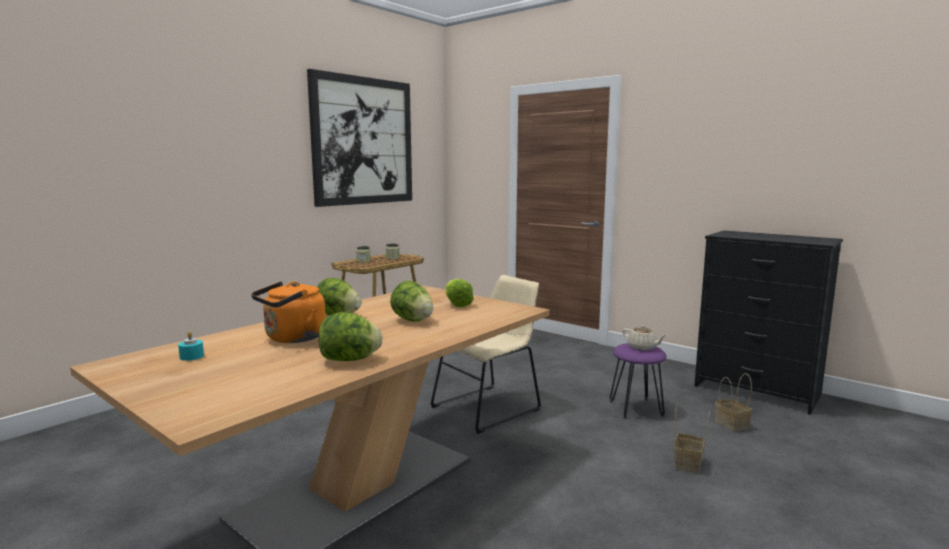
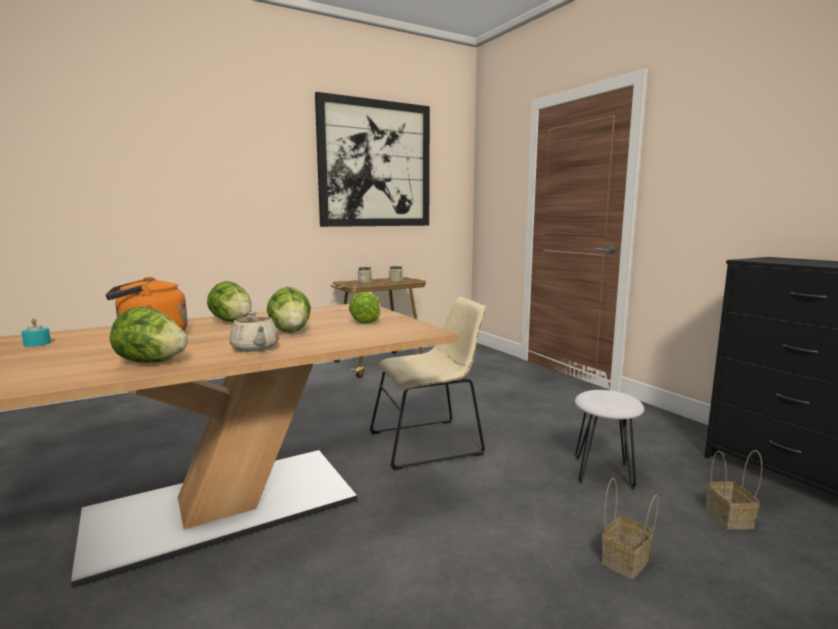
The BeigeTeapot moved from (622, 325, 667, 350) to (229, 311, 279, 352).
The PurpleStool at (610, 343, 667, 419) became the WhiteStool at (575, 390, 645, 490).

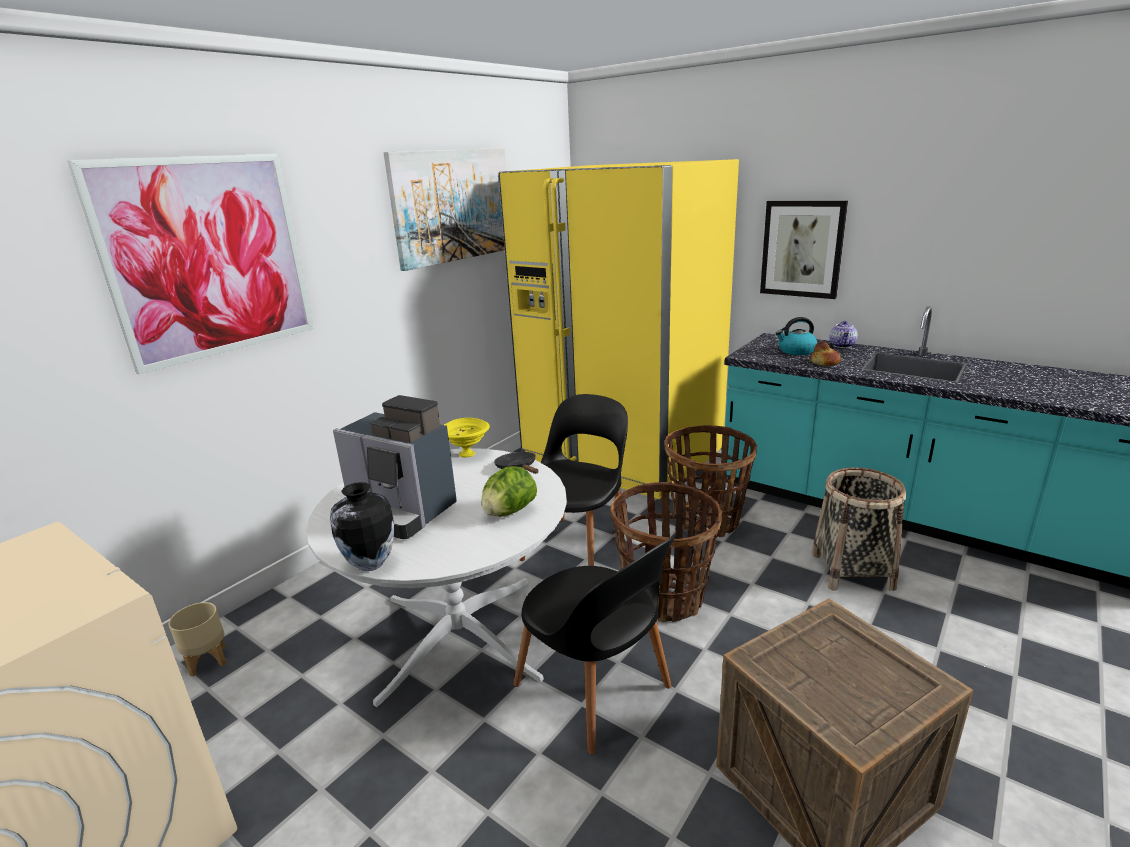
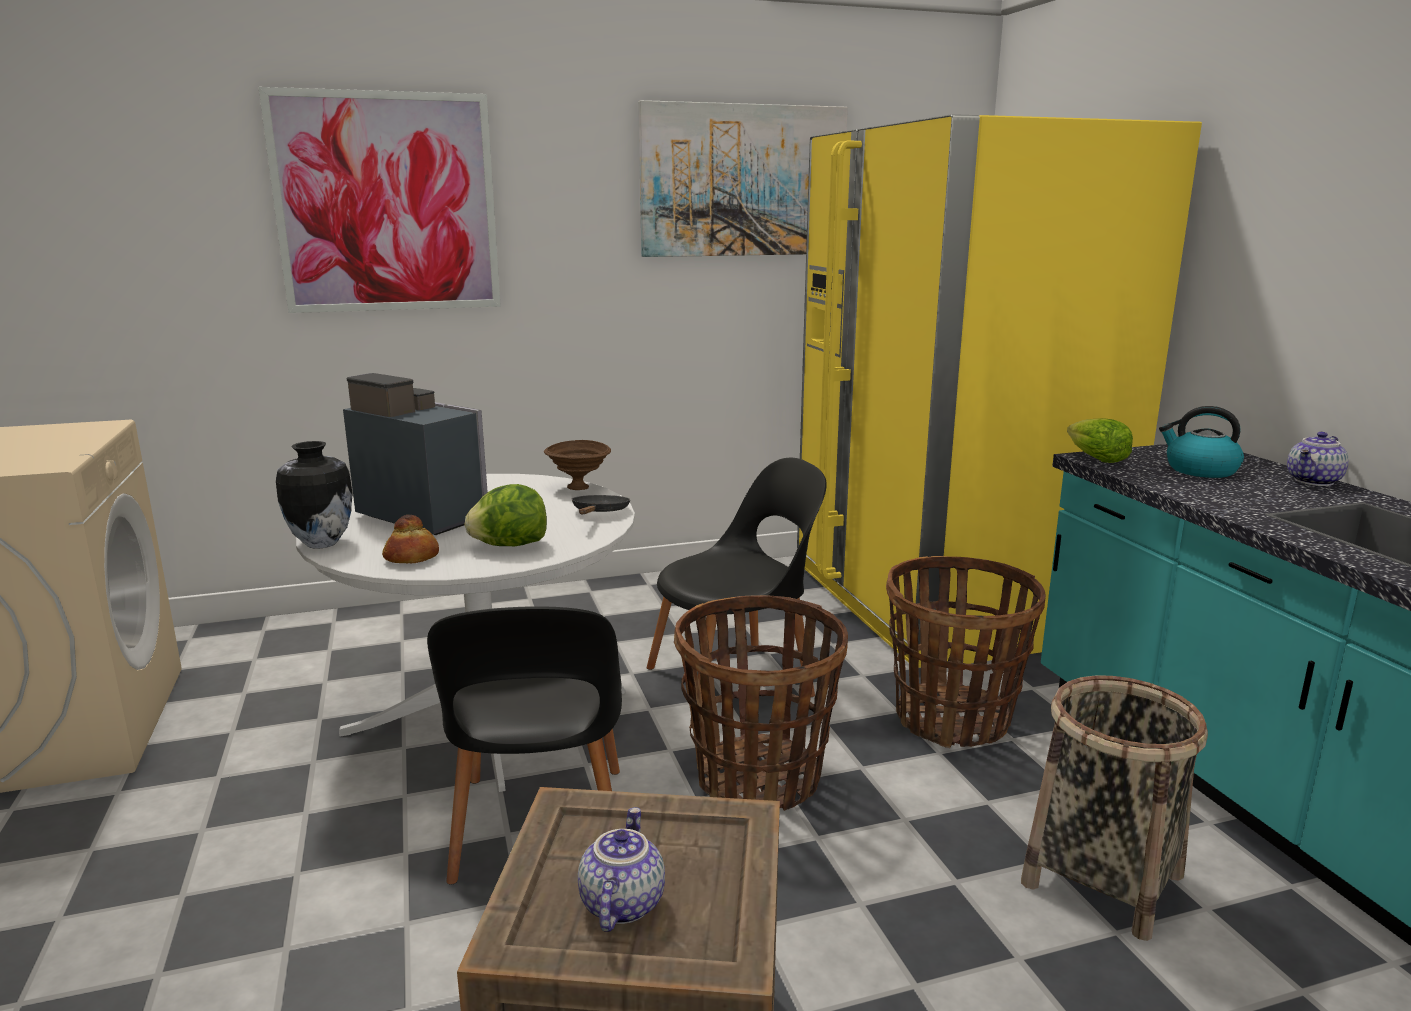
The Picture at (760, 200, 848, 299) disappeared.
The Bread moved from (811, 341, 841, 366) to (382, 515, 439, 563).
The CoffeeMachine at (333, 395, 457, 539) turned 150 degrees clockwise.
The YellowBowl at (444, 418, 490, 458) became the BrownBowl at (544, 440, 611, 490).
The BeigePlanter at (169, 602, 226, 676) disappeared.
The Lettuce at (1067, 418, 1133, 463) appeared.
The Teapot at (578, 807, 665, 932) appeared.

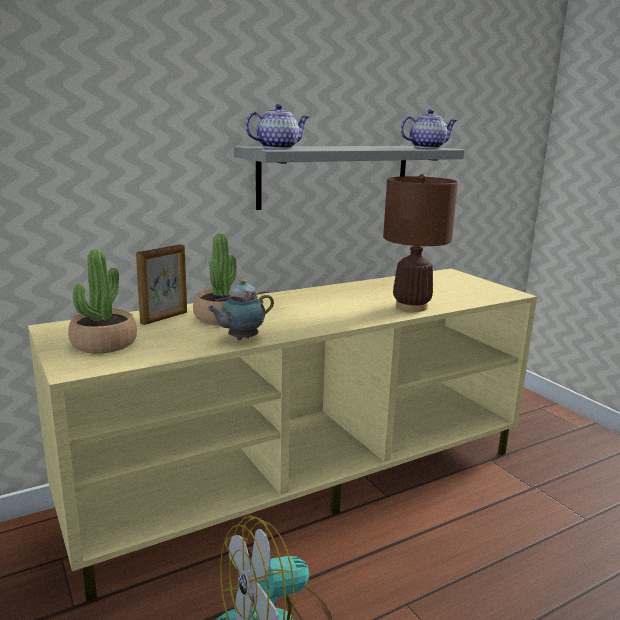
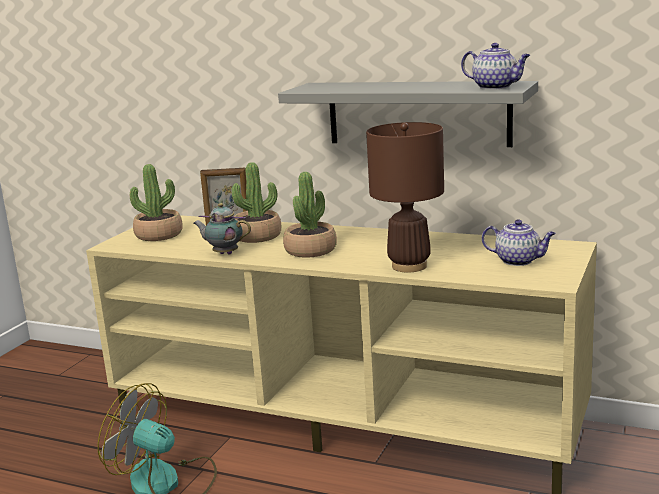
The Teapot moved from (245, 104, 309, 149) to (482, 219, 556, 266).
The PottedPlant at (283, 172, 337, 258) appeared.

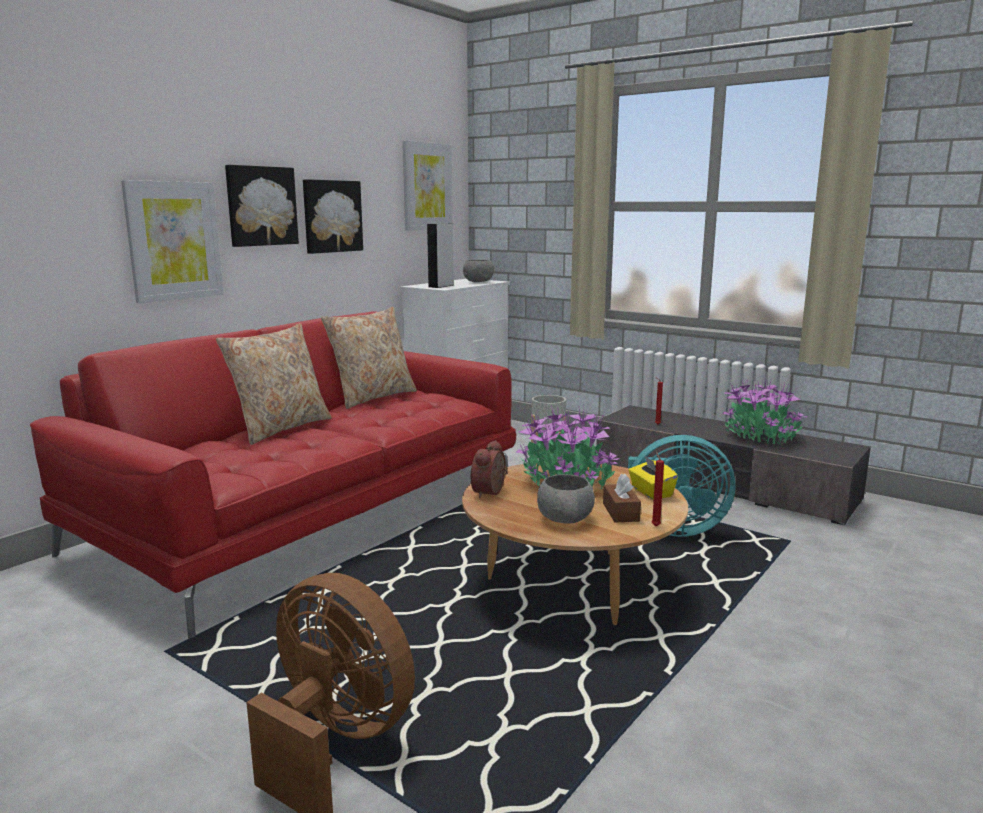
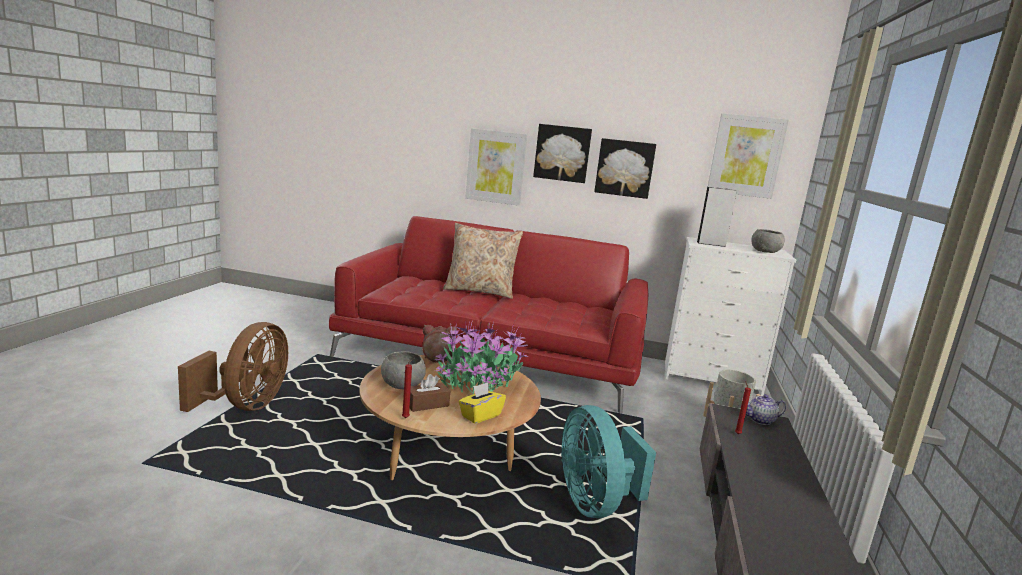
The BeigePillow at (321, 307, 417, 409) disappeared.
The PottedPlant at (723, 377, 808, 444) disappeared.
The Teapot at (746, 394, 786, 425) appeared.

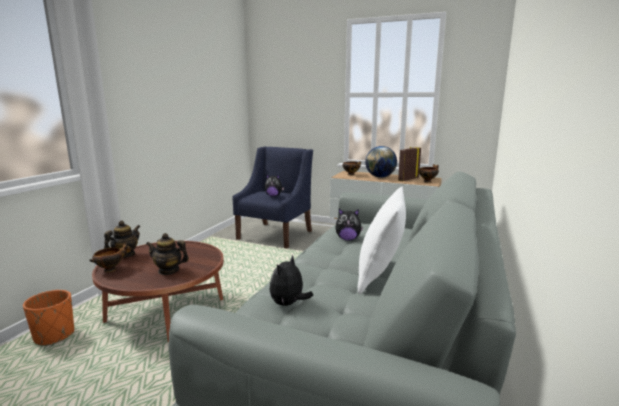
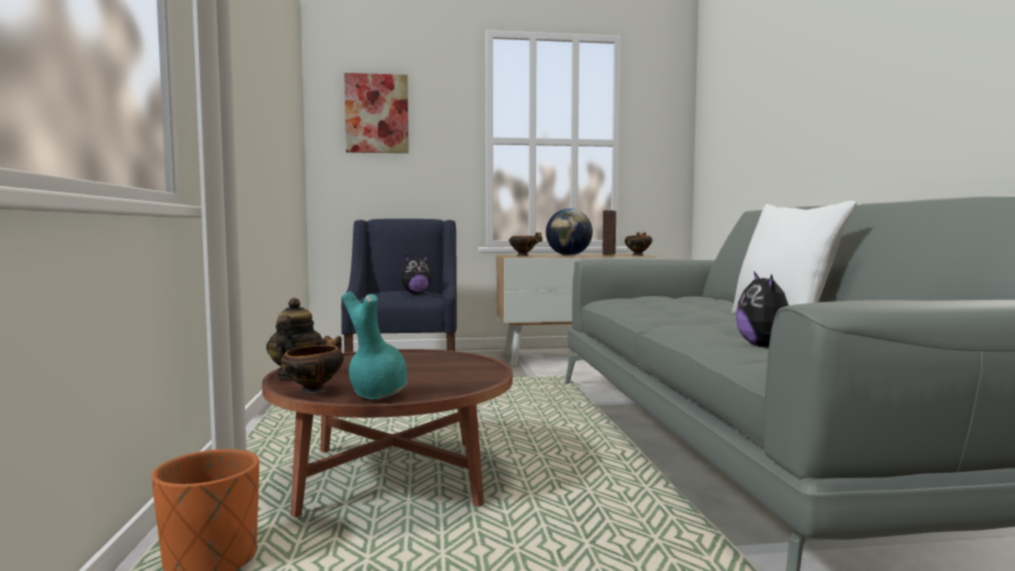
The PlushToy at (335, 209, 363, 241) disappeared.
The Teapot at (146, 233, 189, 275) disappeared.
The Picture at (344, 73, 409, 153) appeared.
The TurquoiseVase at (341, 291, 407, 399) appeared.

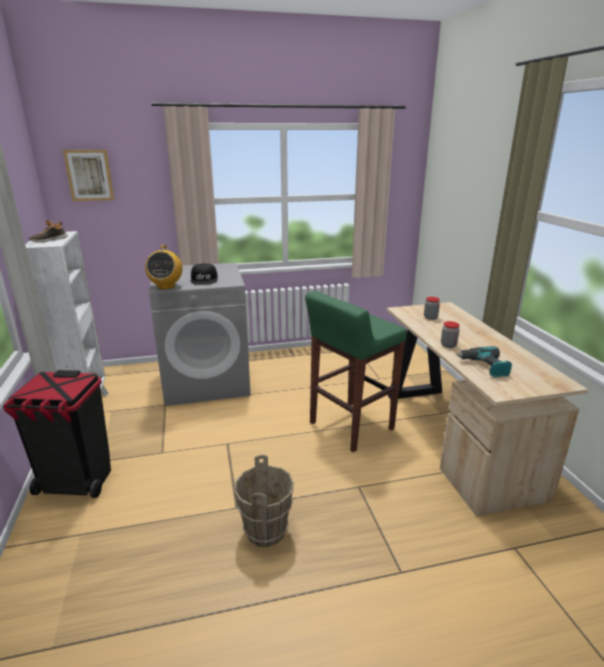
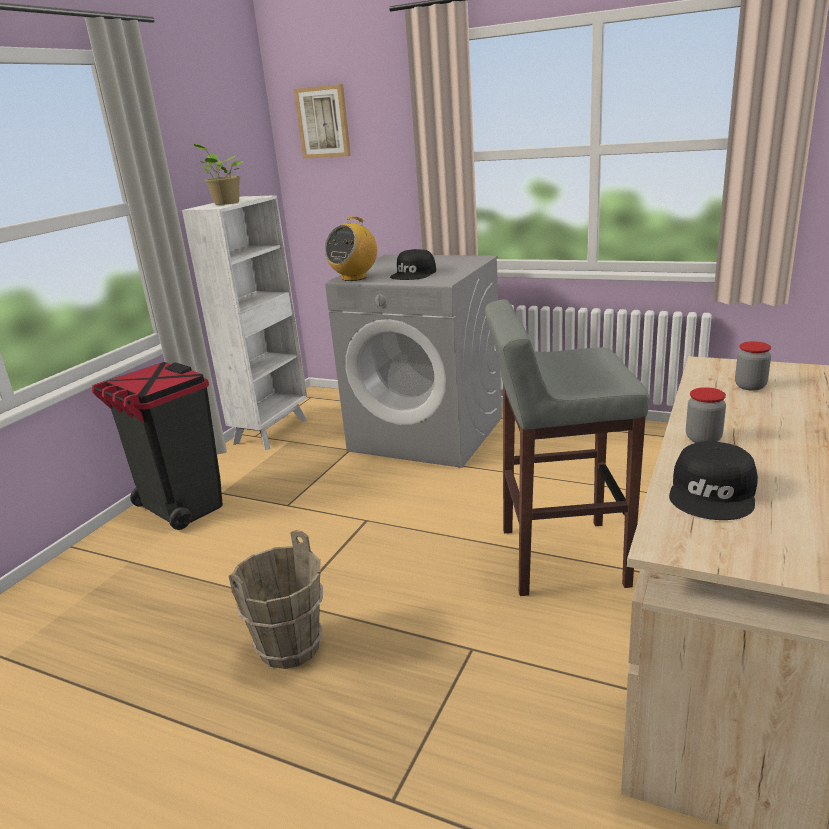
The Shoe at (29, 220, 68, 242) was replaced by the PottedPlant at (194, 144, 245, 205).
The GreenStool at (305, 291, 407, 452) became the GreyStool at (485, 299, 649, 596).
The PowerDrill at (456, 346, 512, 377) was replaced by the BlackCap at (669, 441, 758, 520).

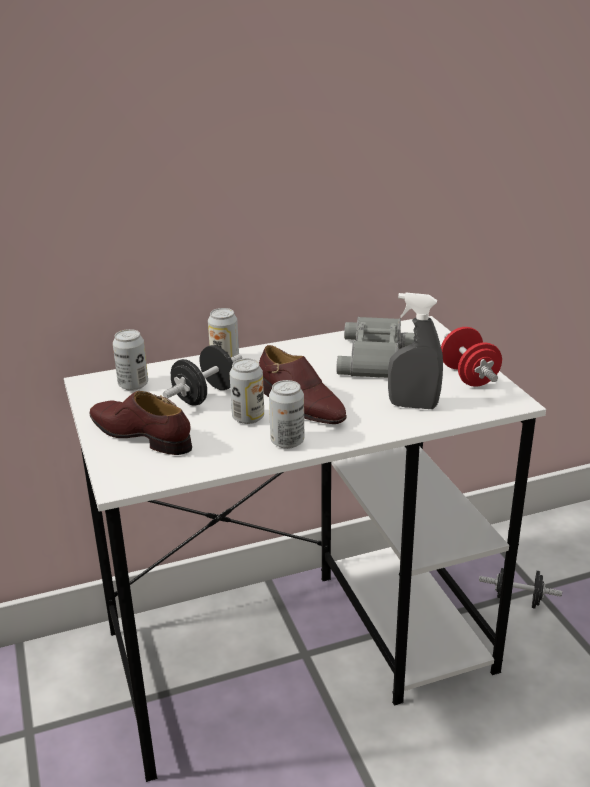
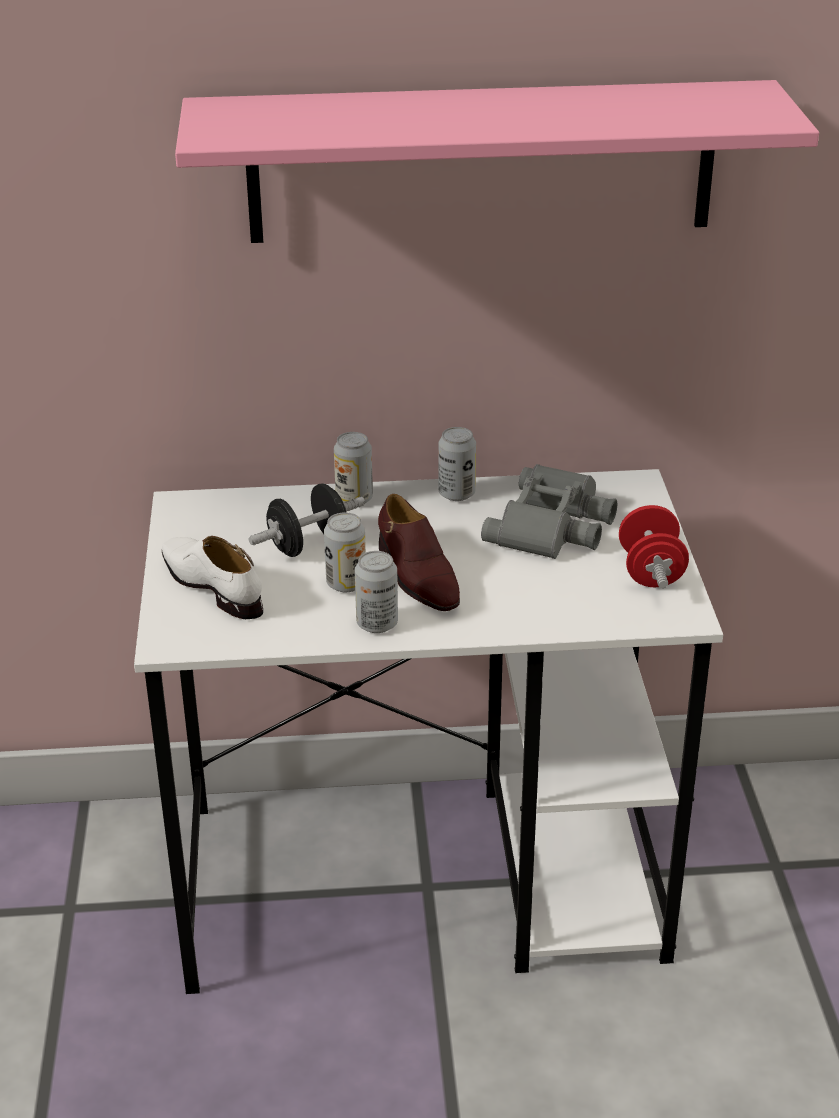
The GreySprayBottle at (388, 293, 443, 409) disappeared.
The Can moved from (113, 329, 148, 391) to (438, 427, 476, 501).
The BrownShoe at (90, 391, 192, 455) became the WhiteShoe at (162, 535, 263, 619).
The BlackDumbbell at (479, 568, 562, 609) disappeared.
The PinkShelf at (175, 80, 819, 243) appeared.

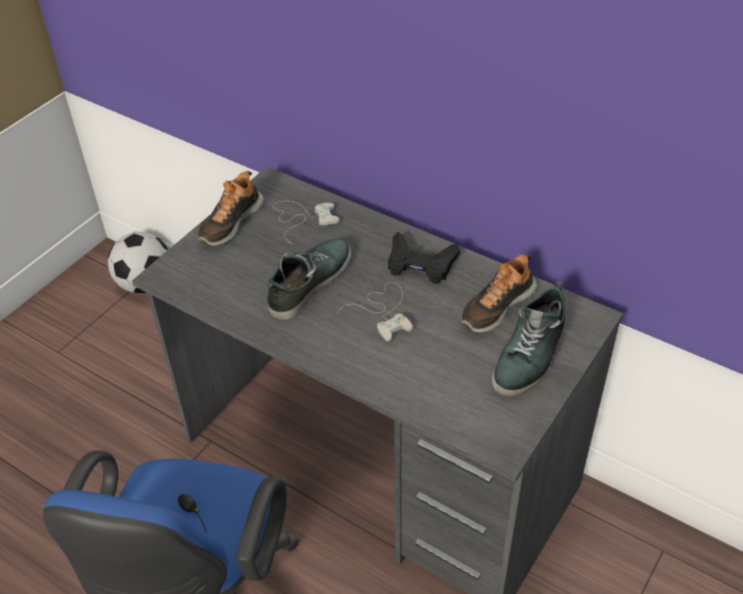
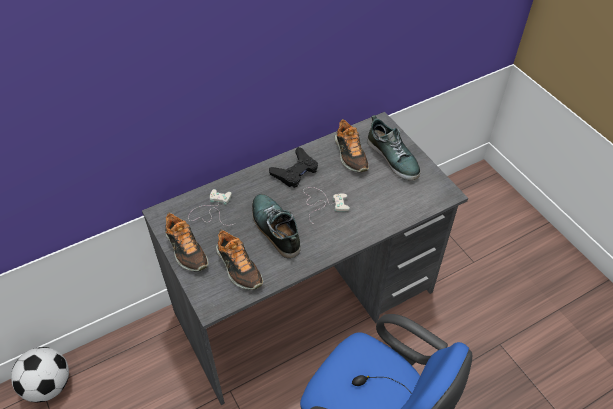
The Shoe at (216, 229, 263, 290) appeared.

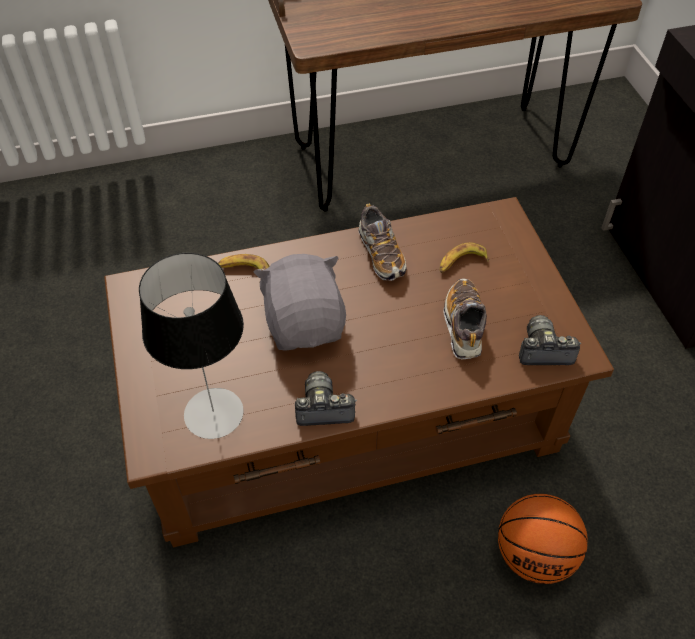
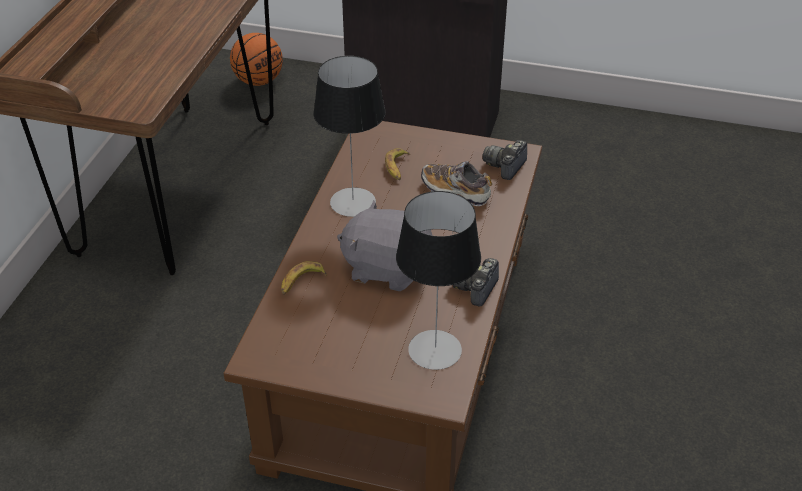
The Shoe at (358, 204, 406, 281) was replaced by the TableLamp at (313, 56, 386, 217).
The Basketball moved from (498, 494, 588, 584) to (230, 33, 283, 86).

